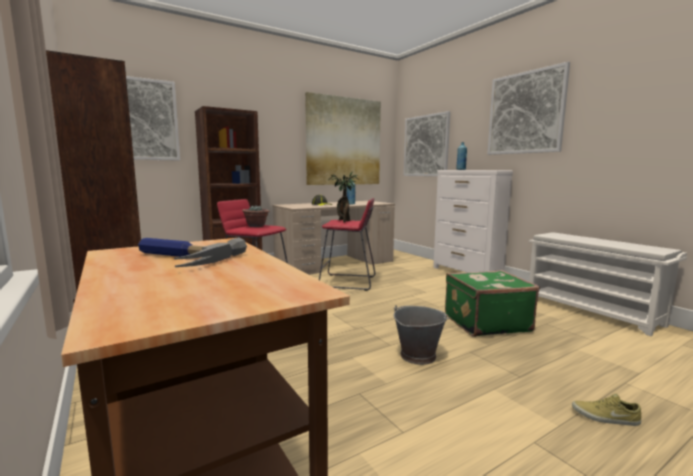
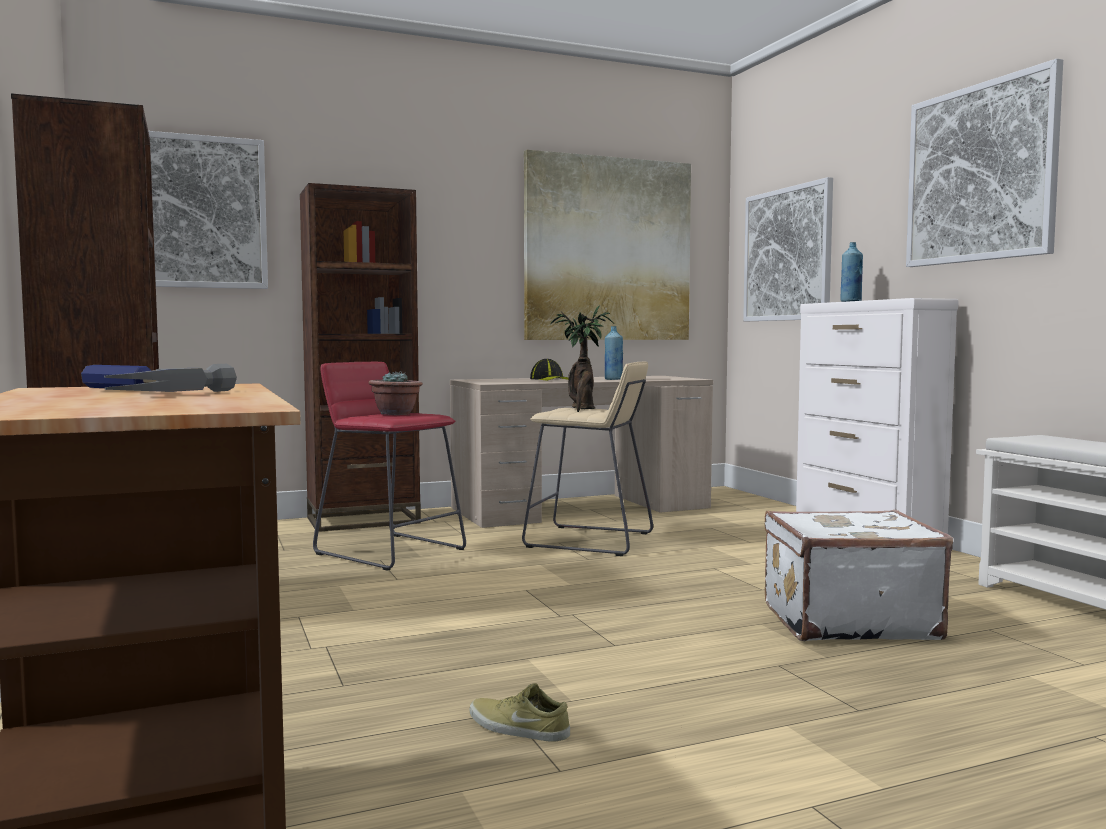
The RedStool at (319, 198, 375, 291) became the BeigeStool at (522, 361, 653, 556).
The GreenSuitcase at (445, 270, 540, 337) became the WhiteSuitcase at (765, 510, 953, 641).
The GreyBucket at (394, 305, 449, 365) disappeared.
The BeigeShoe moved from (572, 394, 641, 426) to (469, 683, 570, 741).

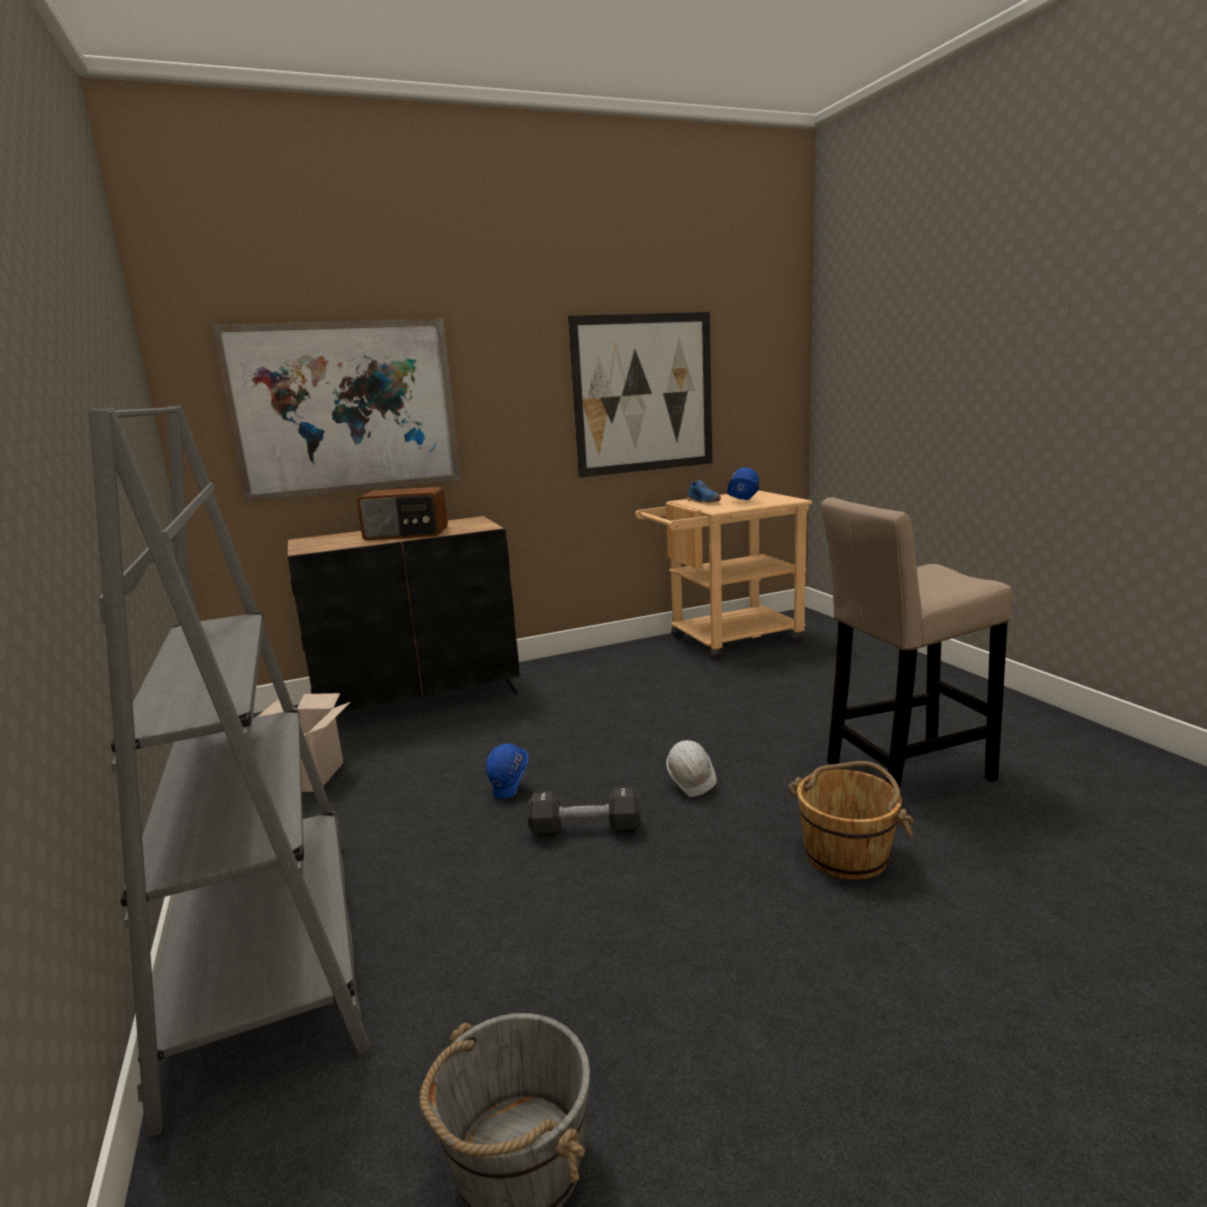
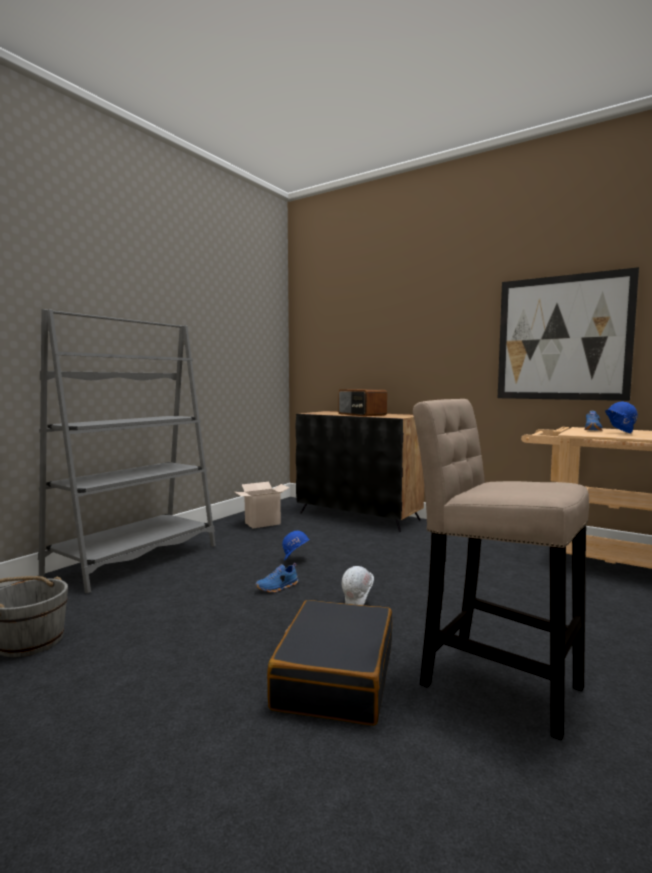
The Picture at (211, 319, 461, 502) disappeared.
The BrownBucket at (788, 761, 914, 880) was replaced by the BlackSuitcase at (267, 600, 392, 726).
The BlackDumbbell at (528, 787, 641, 837) was replaced by the BlueShoe at (255, 563, 298, 593).

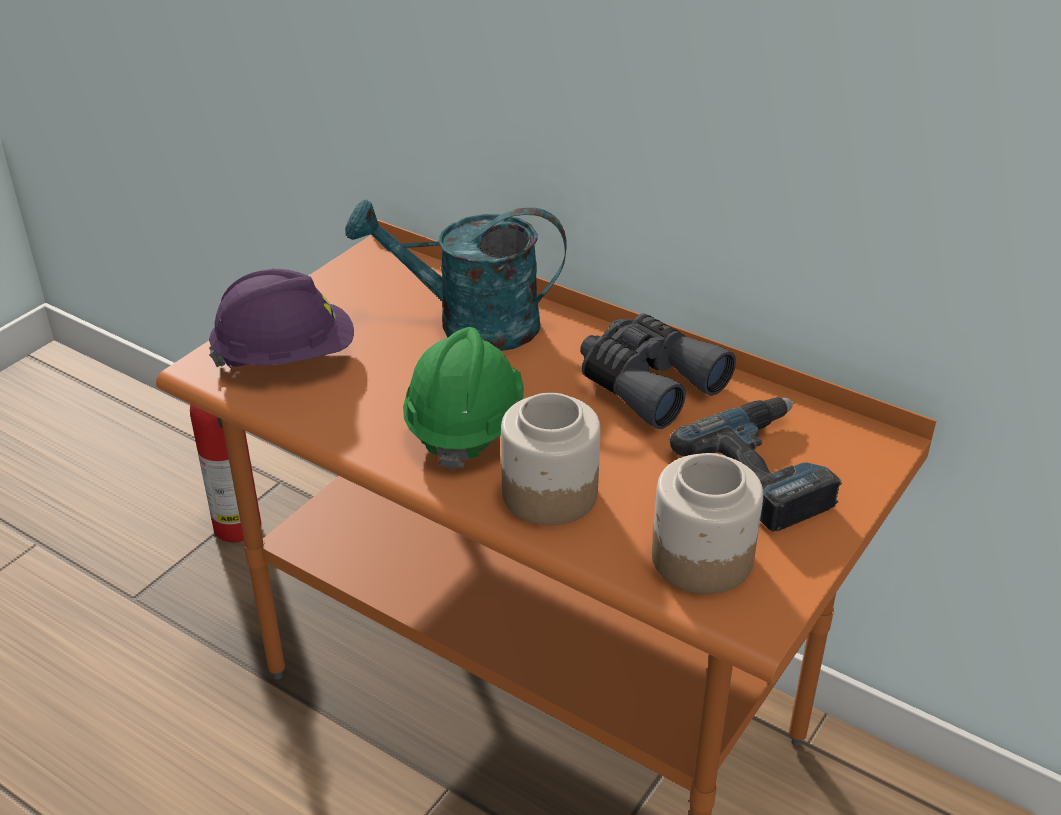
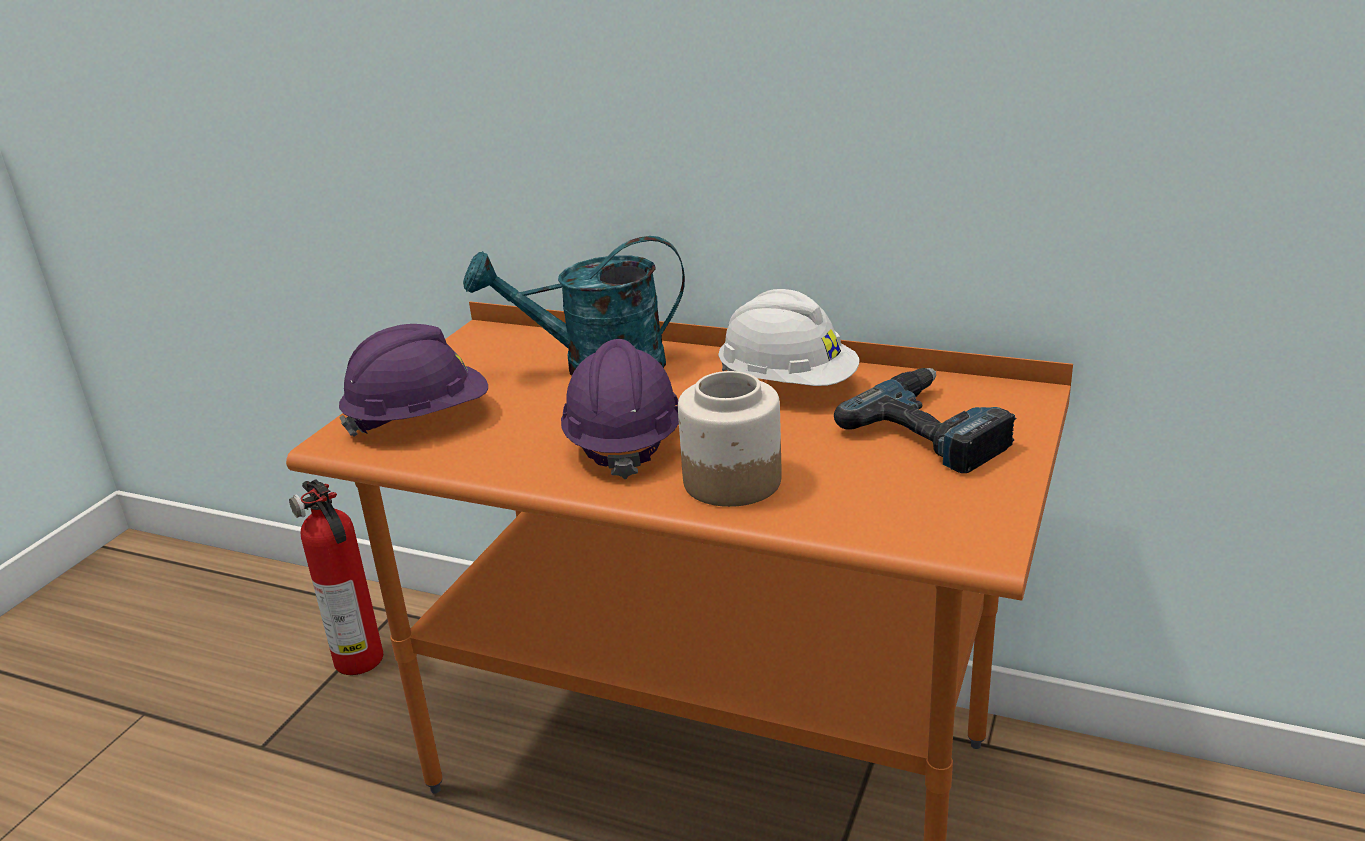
The GreyBinoculars at (580, 313, 736, 429) was replaced by the WhiteHardHat at (718, 289, 859, 386).
The GreenHardHat at (403, 327, 524, 470) became the PurpleHardHat at (561, 339, 679, 479).
The Jar at (652, 453, 763, 594) disappeared.

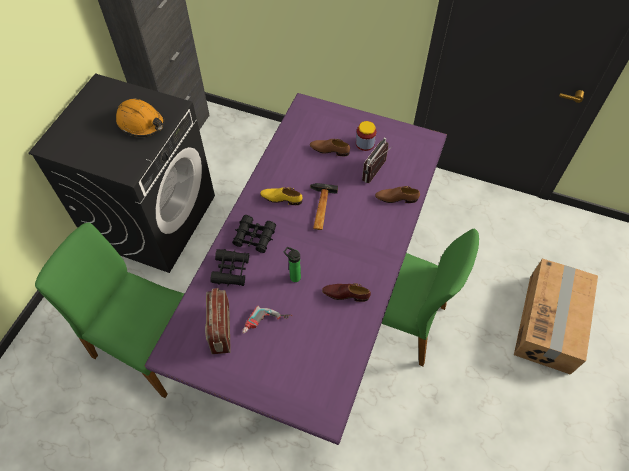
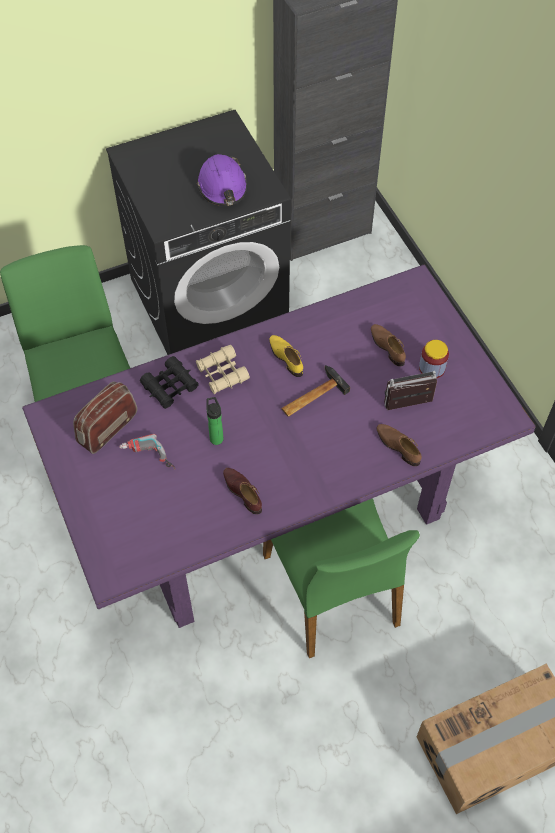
The OrangeHardHat at (116, 98, 165, 137) became the PurpleHardHat at (197, 154, 248, 206).
The BlackBinoculars at (232, 215, 276, 253) became the BeigeBinoculars at (196, 345, 250, 394).

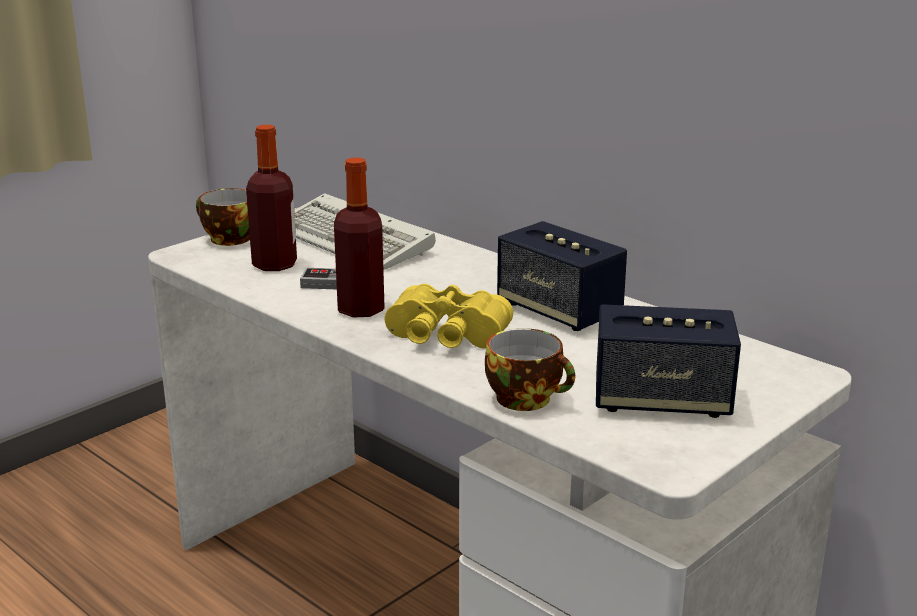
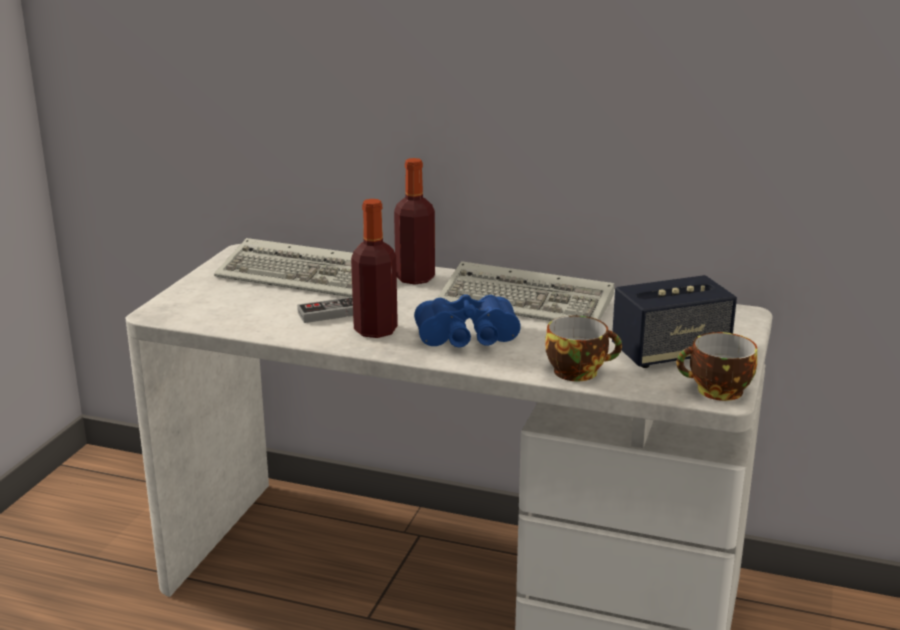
The Bottle moved from (246, 125, 297, 271) to (394, 158, 435, 285).
The Cup moved from (196, 188, 250, 246) to (676, 332, 757, 401).
The Speaker at (497, 221, 627, 331) was replaced by the Keyboard at (437, 261, 614, 321).
The YellowBinoculars at (385, 284, 513, 349) became the BlueBinoculars at (414, 294, 521, 347).

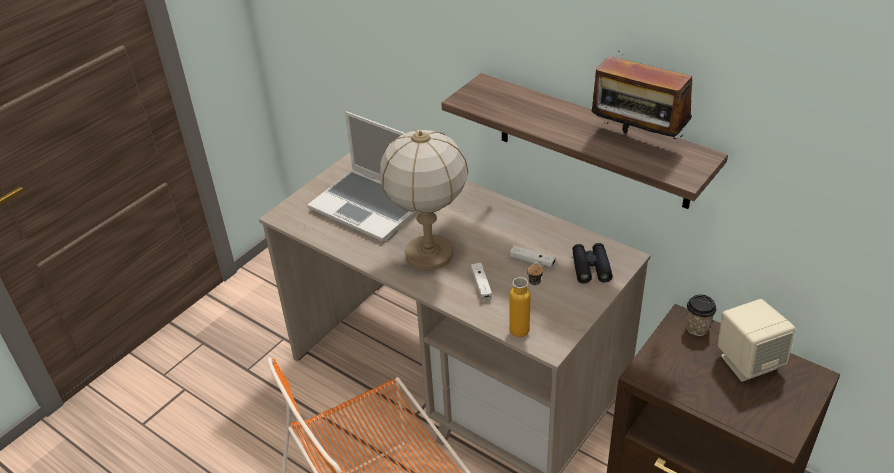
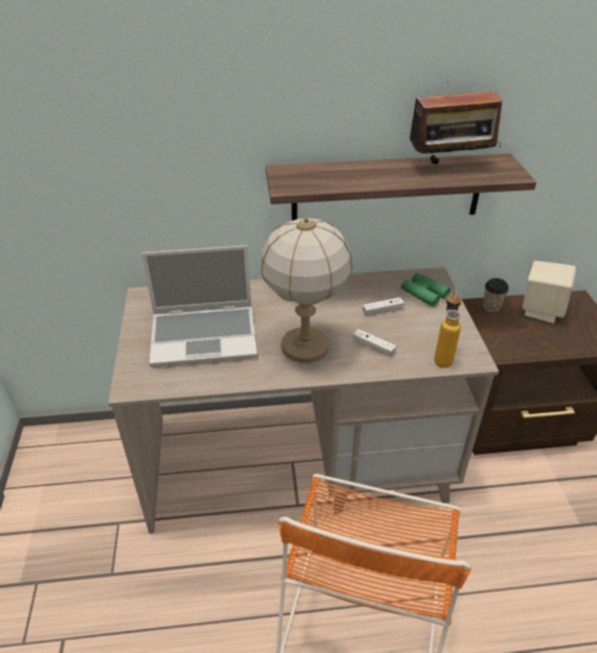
The BlackBinoculars at (572, 243, 613, 283) became the GreenBinoculars at (401, 273, 450, 307).

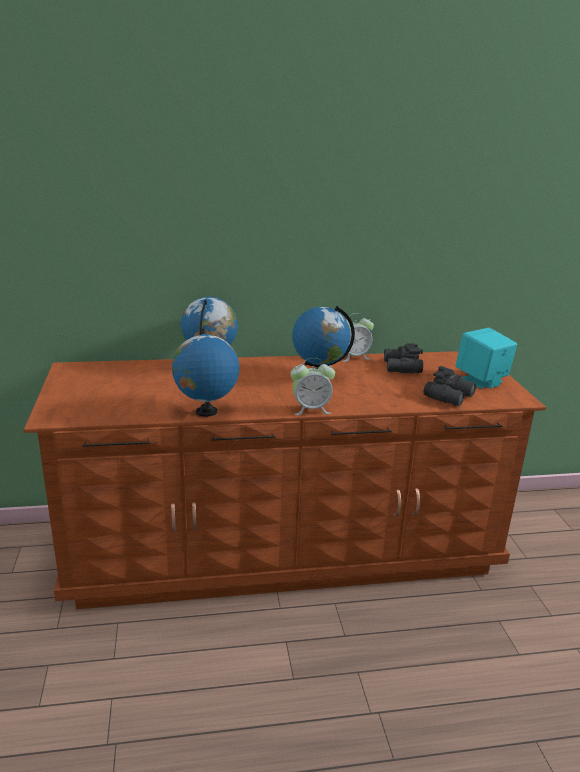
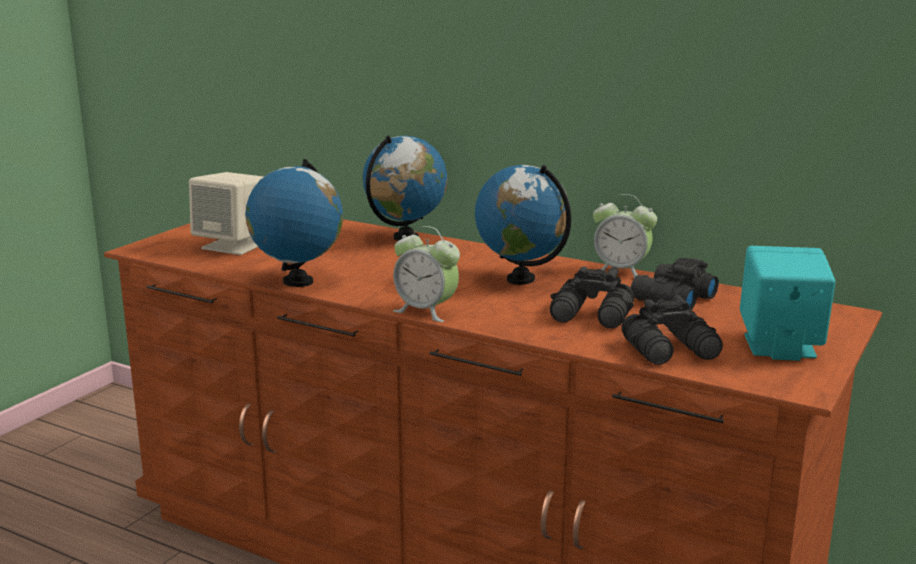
The BeigeSpeaker at (189, 172, 263, 255) appeared.
The BlackBinoculars at (550, 267, 634, 328) appeared.

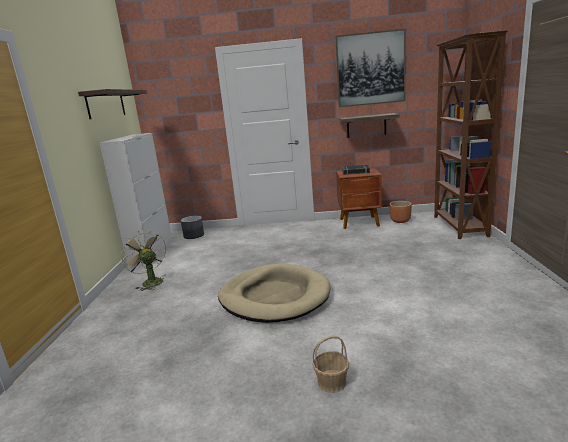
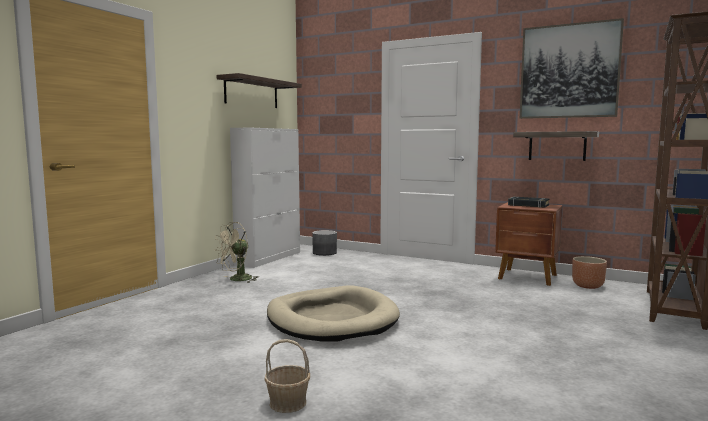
The BeigeFan at (120, 231, 166, 291) turned 120 degrees counterclockwise.

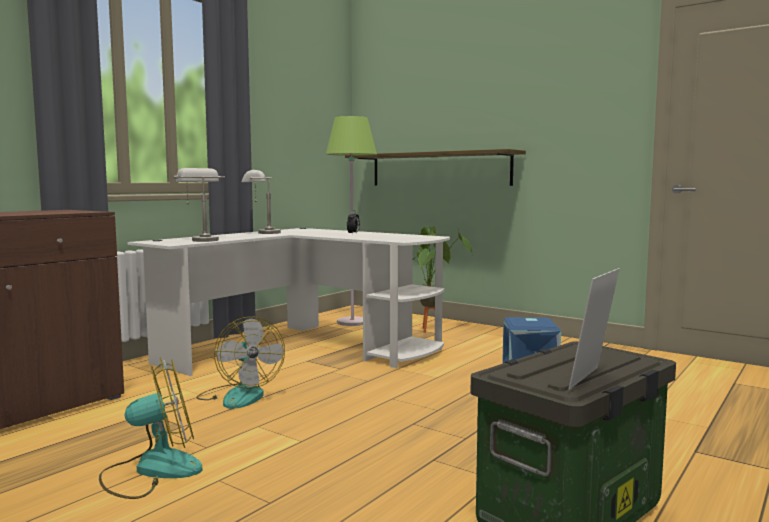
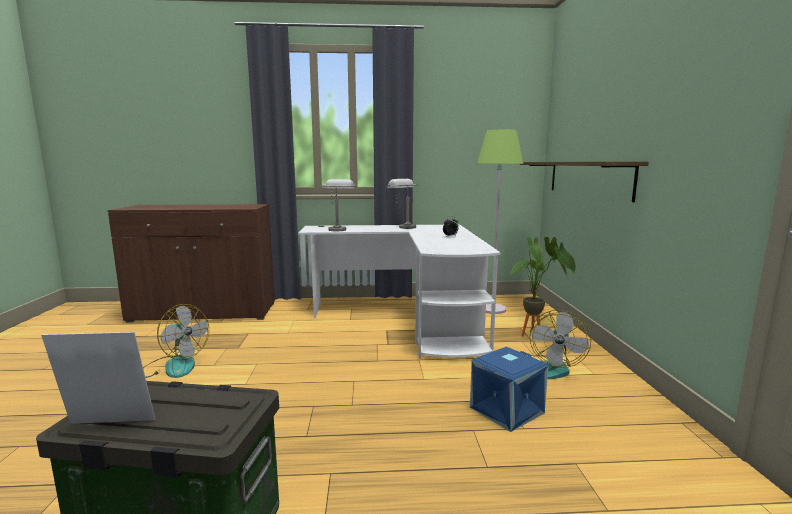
The Fan moved from (196, 316, 285, 409) to (529, 310, 591, 379).

